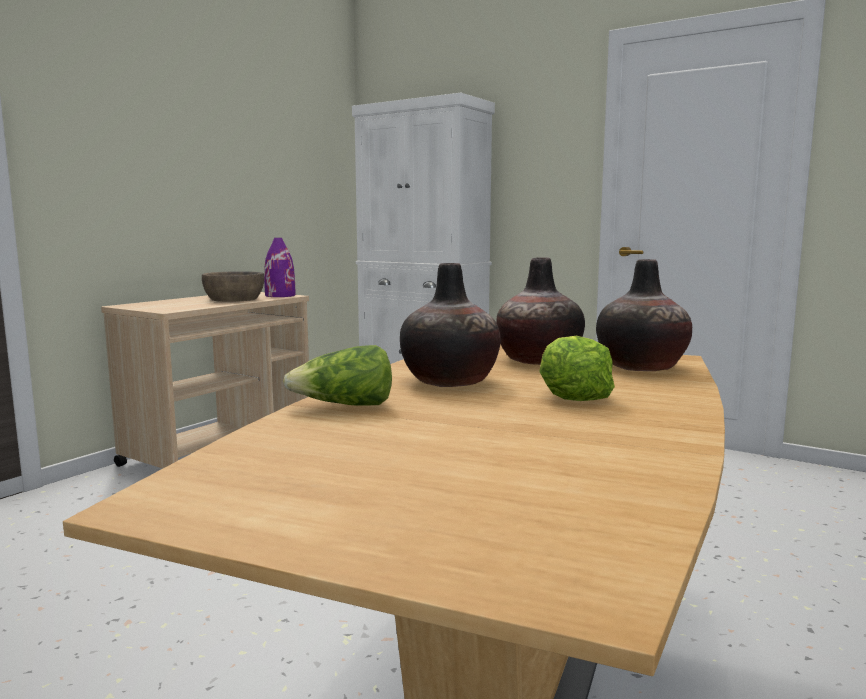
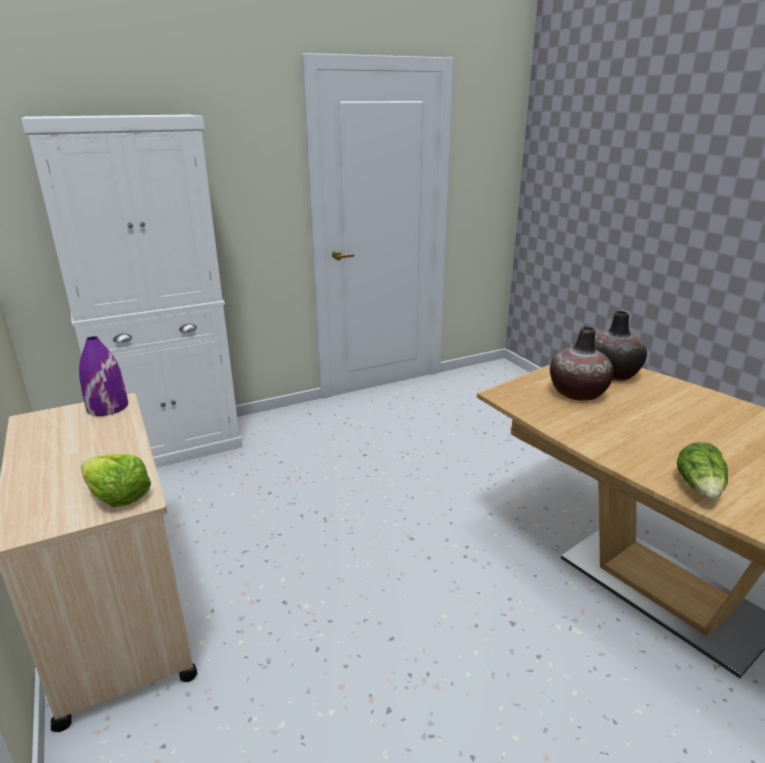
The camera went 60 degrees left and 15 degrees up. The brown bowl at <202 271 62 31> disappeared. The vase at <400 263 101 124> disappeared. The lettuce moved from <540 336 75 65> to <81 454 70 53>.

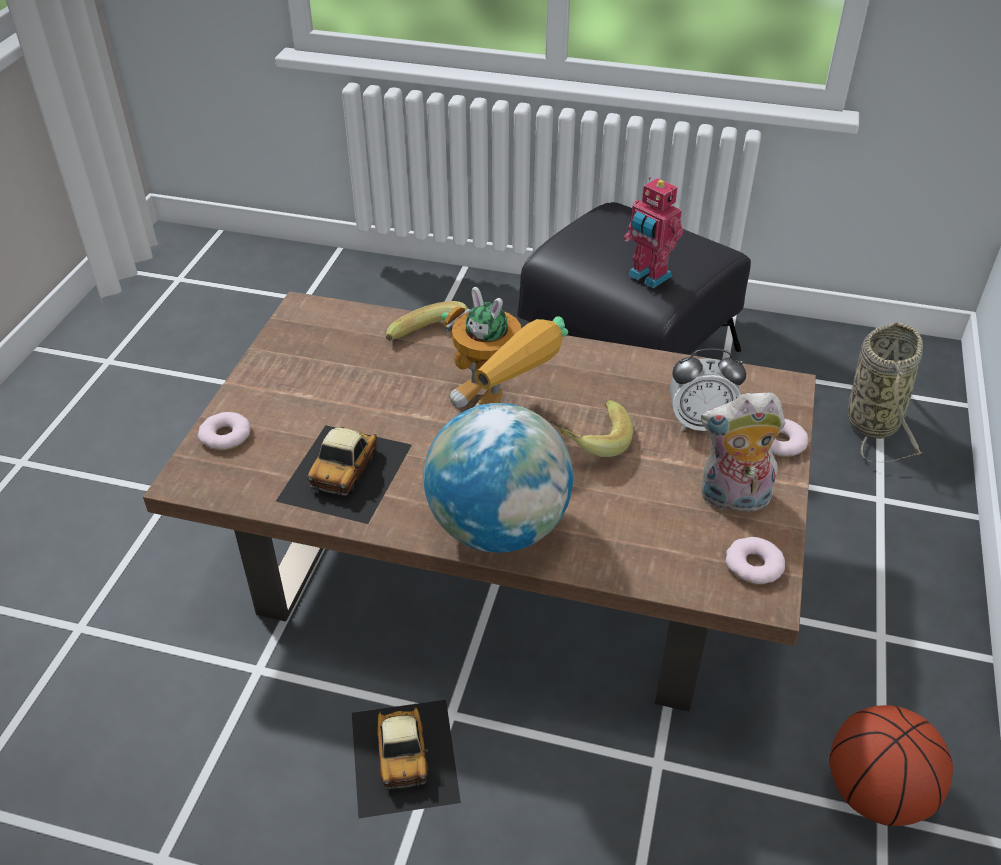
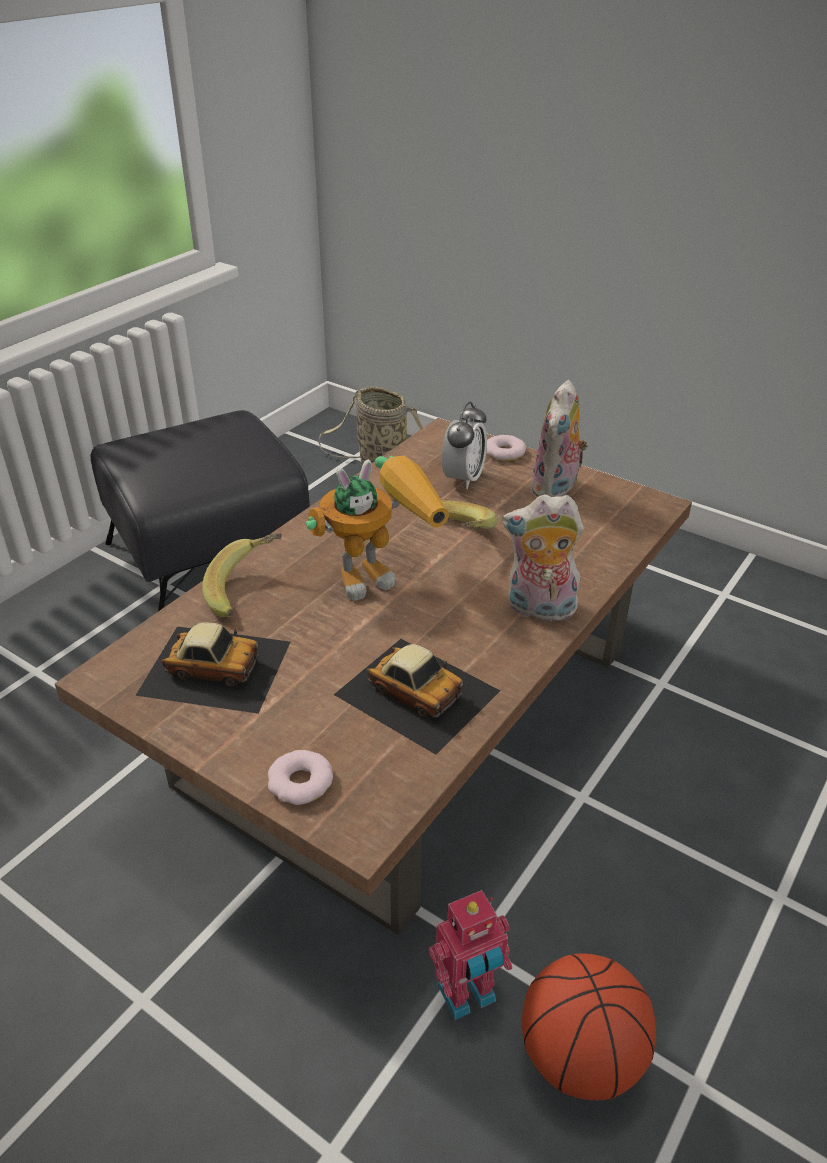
The camera went 70 degrees left and 5 degrees down. The donut at <726 537 59 47> disappeared. The toy car moved from <352 700 109 118> to <135 622 155 92>. The toy robot moved from <624 177 59 111> to <429 890 83 130>. The basketball moved from <829 705 124 121> to <522 954 134 146>. The globe at <424 403 149 150> was replaced by the plush toy at <502 494 82 127>.

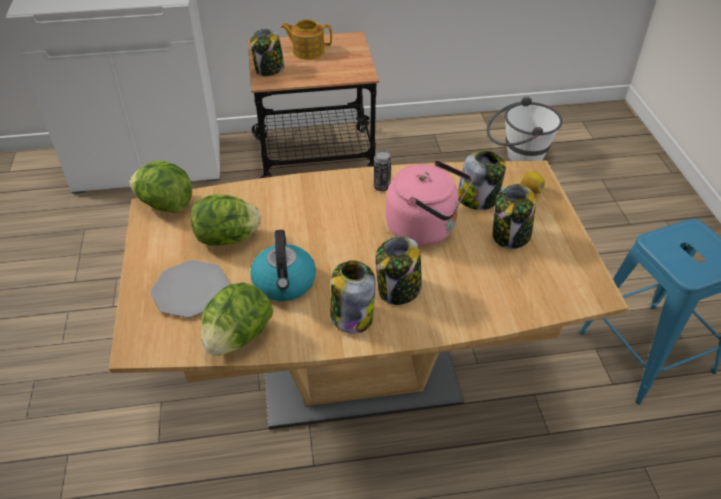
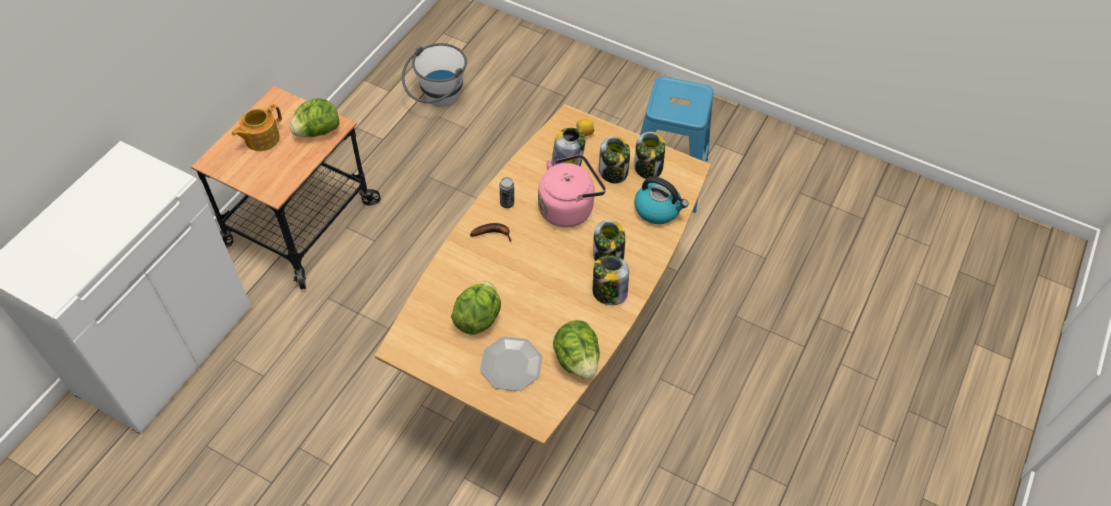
The camera went 55 degrees left and 10 degrees up. The banana at <470 223 42 19> appeared. The lettuce moved from <129 161 63 52> to <289 98 51 39>. The jar moved from <250 29 35 47> to <634 132 31 47>. The kettle moved from <250 230 66 71> to <634 176 54 48>.

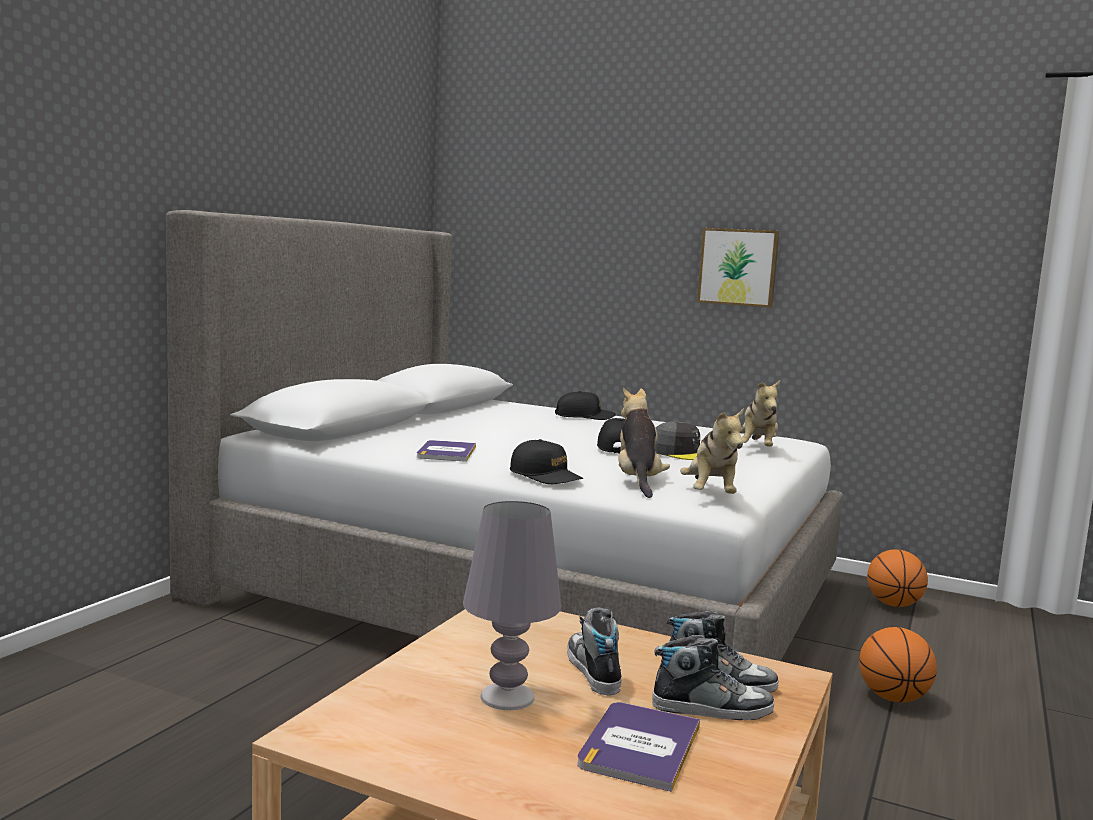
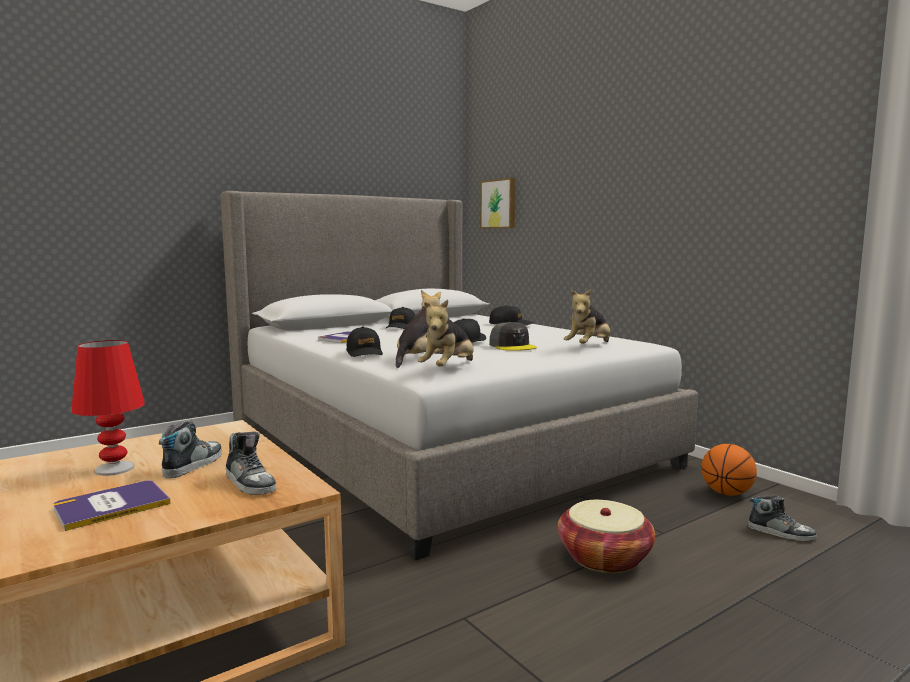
The camera went 30 degrees right and 0 degrees up. The black cap at <386 307 29 22> appeared. The shoe moved from <652 635 122 85> to <748 495 69 47>. The picture moved from <697 228 83 79> to <480 178 36 51>. The basketball at <859 627 78 76> was replaced by the basket at <558 500 97 73>. The grey table lamp at <463 501 98 209> became the red table lamp at <71 340 74 136>.

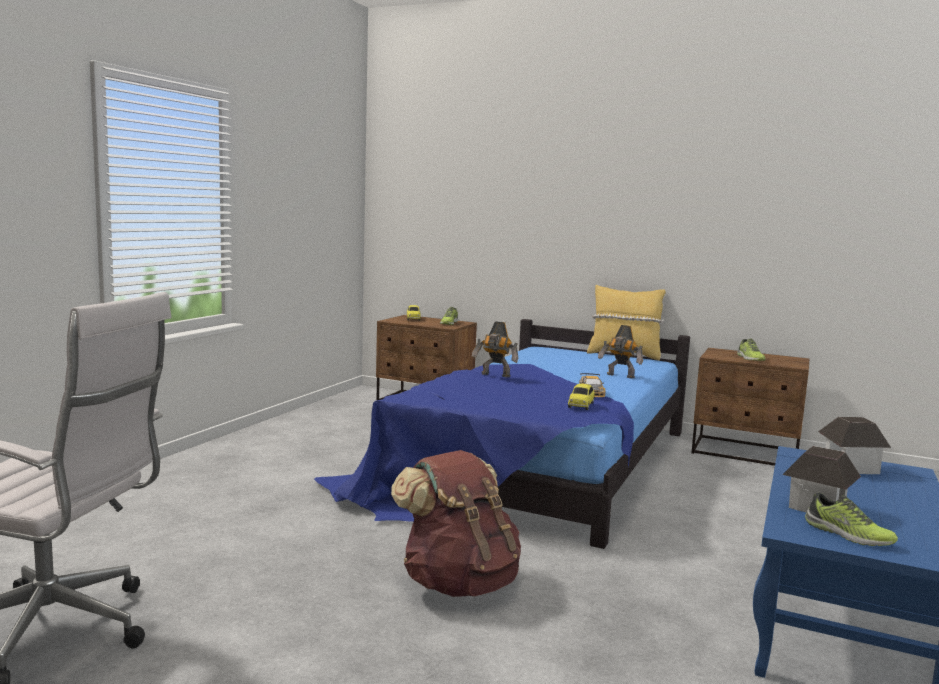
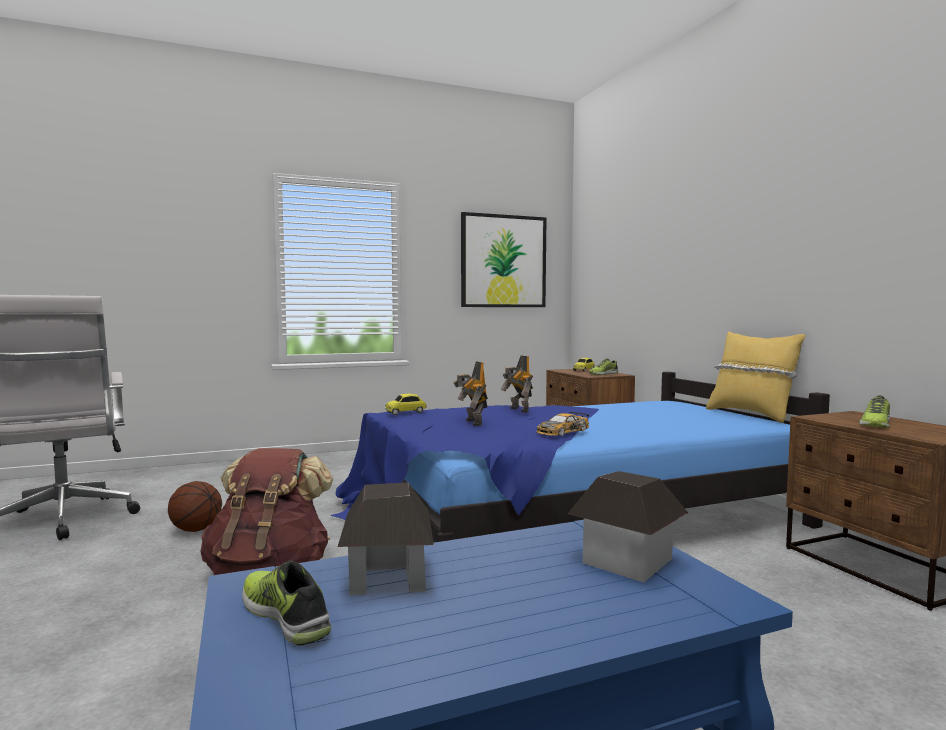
The camera went 45 degrees right and 5 degrees down. The basketball at <168 481 54 51> appeared. The picture at <461 212 85 95> appeared. The toy car moved from <568 384 27 26> to <385 394 42 21>. The toy robot moved from <598 325 45 54> to <453 361 35 65>. The shoe at <805 493 93 53> turned 135 degrees clockwise.

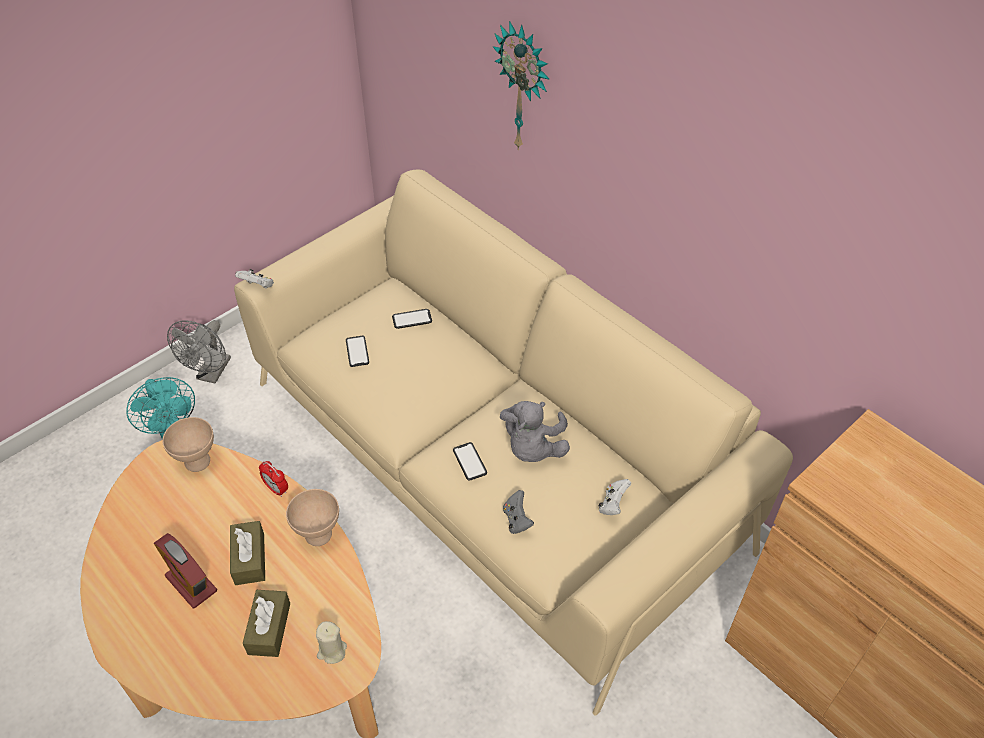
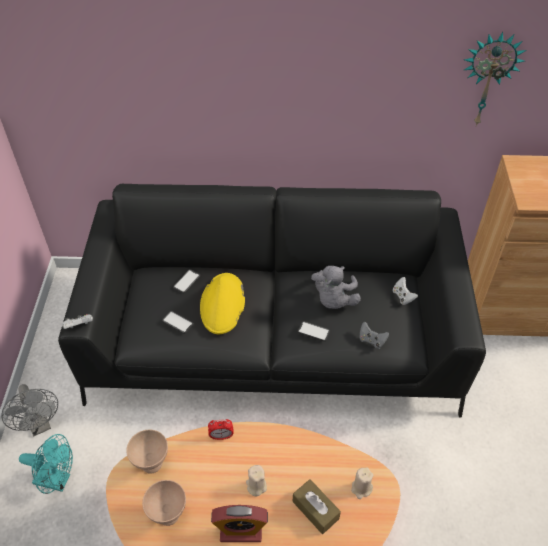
The camera went 45 degrees left and 0 degrees up. The yellow hat at <200 273 45 61> appeared. The beige bowl moved from <286 489 53 57> to <142 480 44 46>. The wall clock moved from <492 21 58 130> to <464 32 63 94>. The brown tissue box at <230 521 35 64> was replaced by the beige candle at <246 465 21 31>. The beige sofa at <234 169 559 547> became the black sofa at <58 184 428 234>. The grey plush toy at <500 401 70 61> turned 45 degrees clockwise.

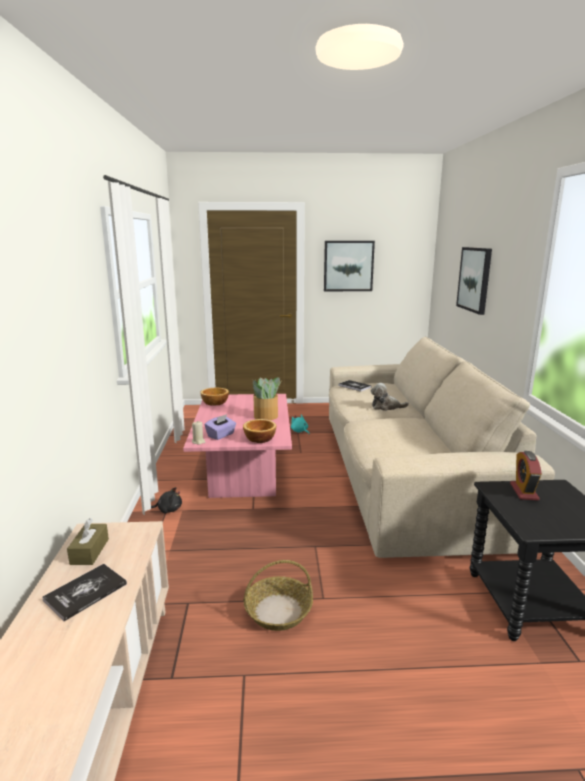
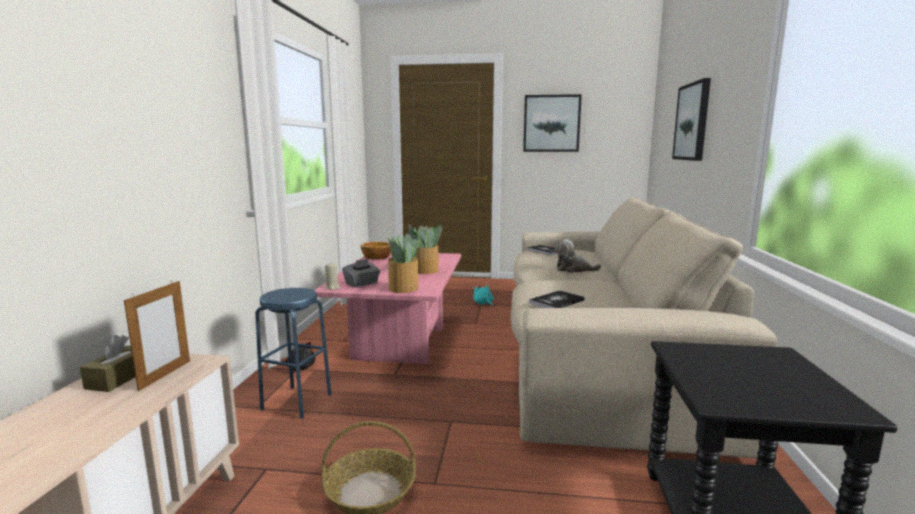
The camera went 10 degrees right and 5 degrees down. The alarm clock at <510 451 32 50> disappeared. The picture frame at <124 280 66 111> appeared. The blue stool at <255 288 77 131> appeared. The book moved from <42 564 85 57> to <529 290 56 18>. The bowl at <243 419 33 24> was replaced by the potted plant at <388 233 32 60>. The purple tissue box at <205 414 31 26> became the grey tissue box at <342 259 38 28>.

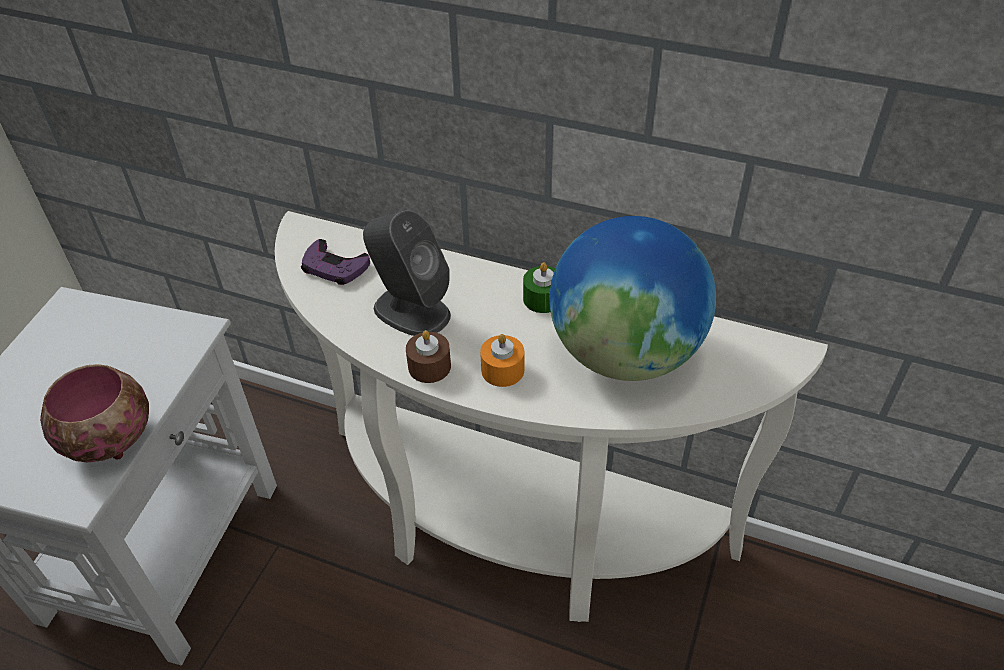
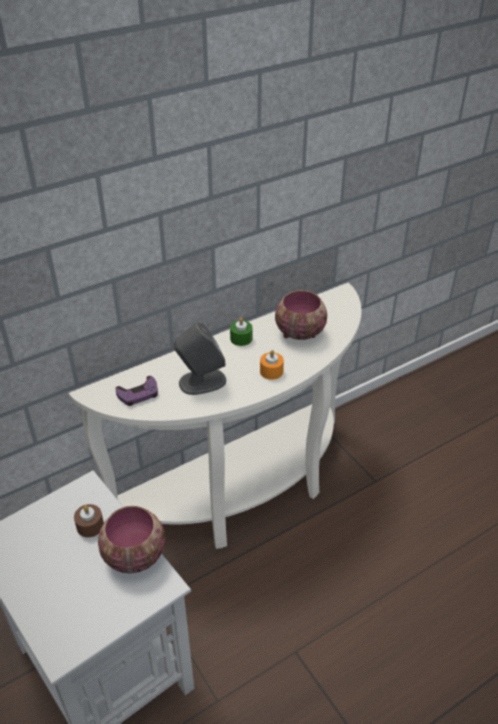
The camera went 55 degrees left and 5 degrees down. The brown candle moved from <406 330 45 53> to <74 504 30 33>. The globe at <550 216 166 165> was replaced by the bowl at <275 290 52 50>.

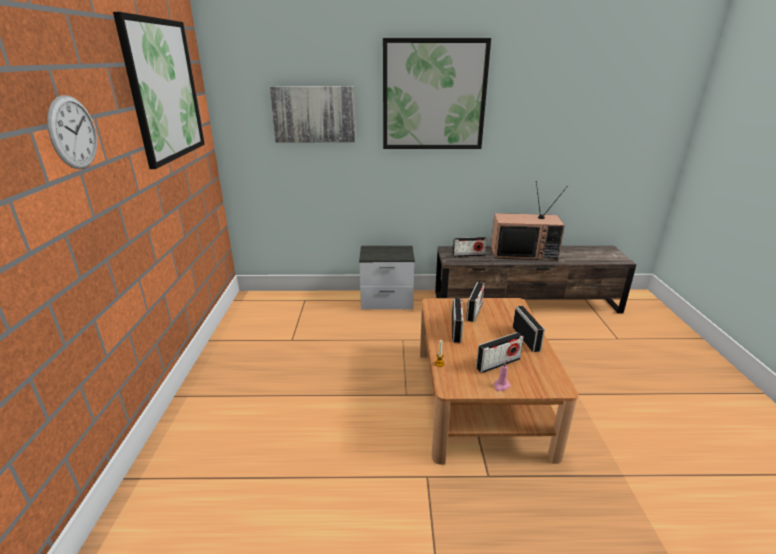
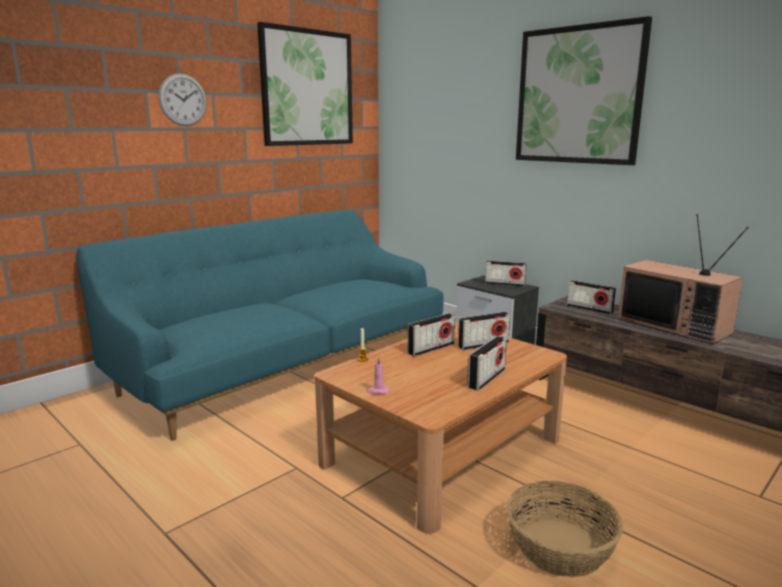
The camera went 45 degrees right and 10 degrees down. The picture at <270 86 86 56> disappeared. The turquoise sofa at <76 210 367 231> appeared. The basket at <506 481 117 96> appeared. The radio moved from <476 332 48 41> to <485 261 42 26>.

